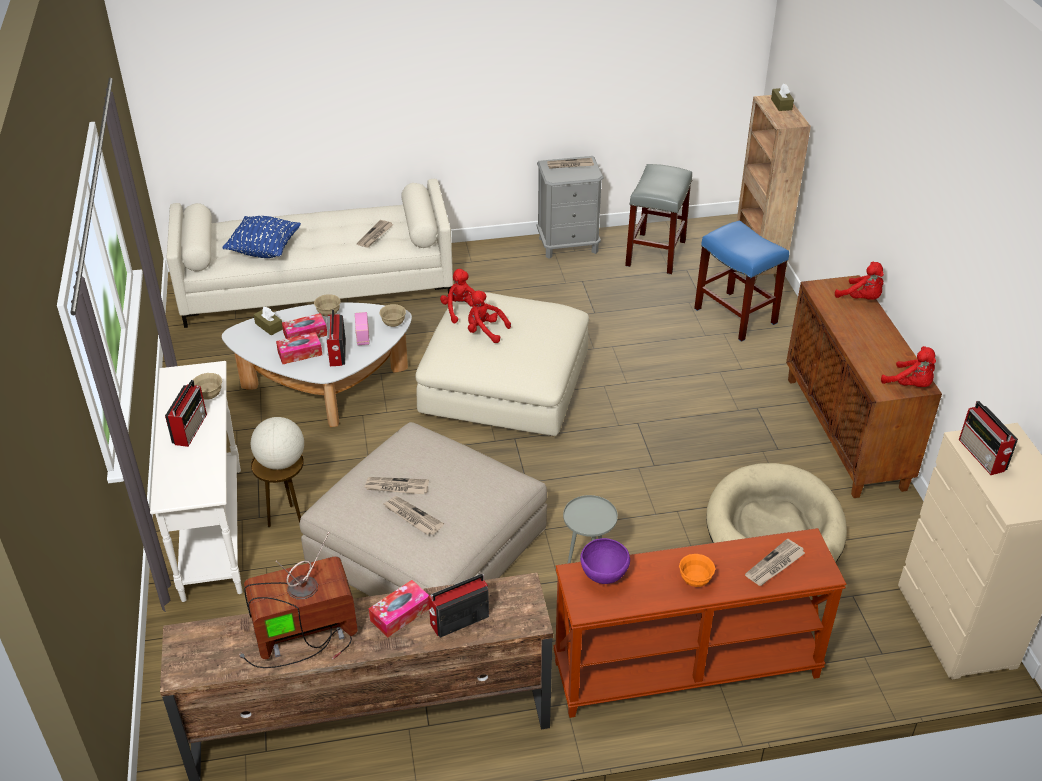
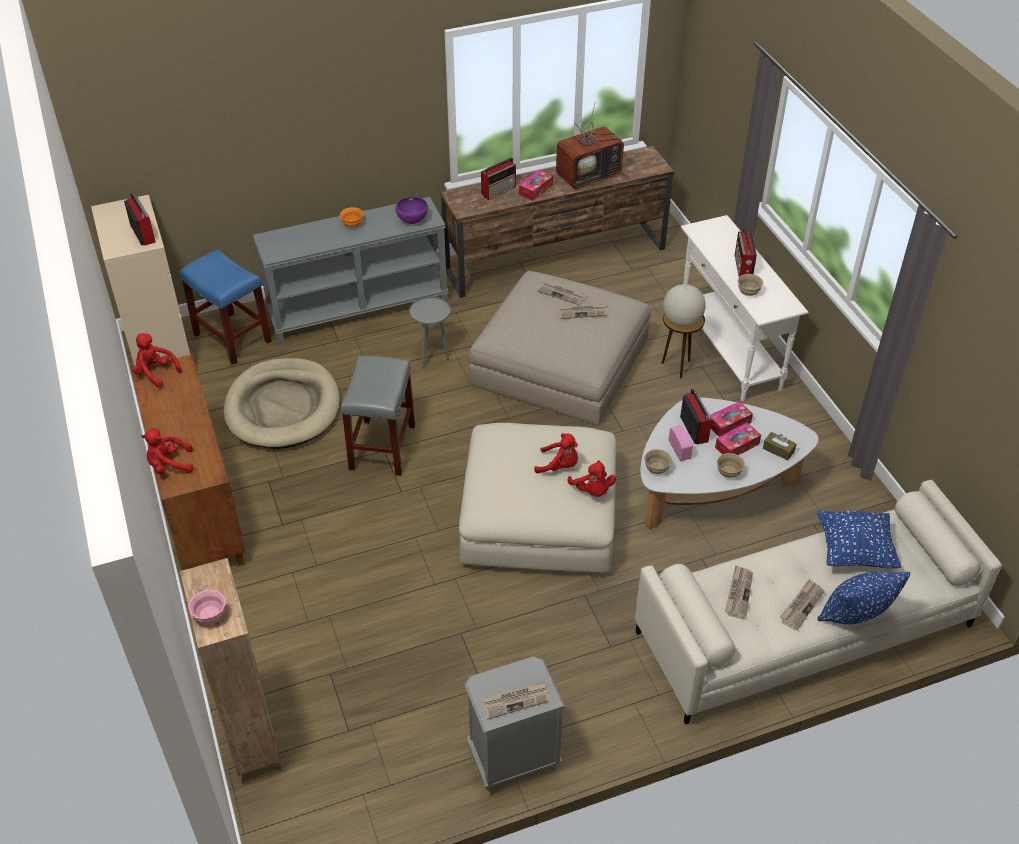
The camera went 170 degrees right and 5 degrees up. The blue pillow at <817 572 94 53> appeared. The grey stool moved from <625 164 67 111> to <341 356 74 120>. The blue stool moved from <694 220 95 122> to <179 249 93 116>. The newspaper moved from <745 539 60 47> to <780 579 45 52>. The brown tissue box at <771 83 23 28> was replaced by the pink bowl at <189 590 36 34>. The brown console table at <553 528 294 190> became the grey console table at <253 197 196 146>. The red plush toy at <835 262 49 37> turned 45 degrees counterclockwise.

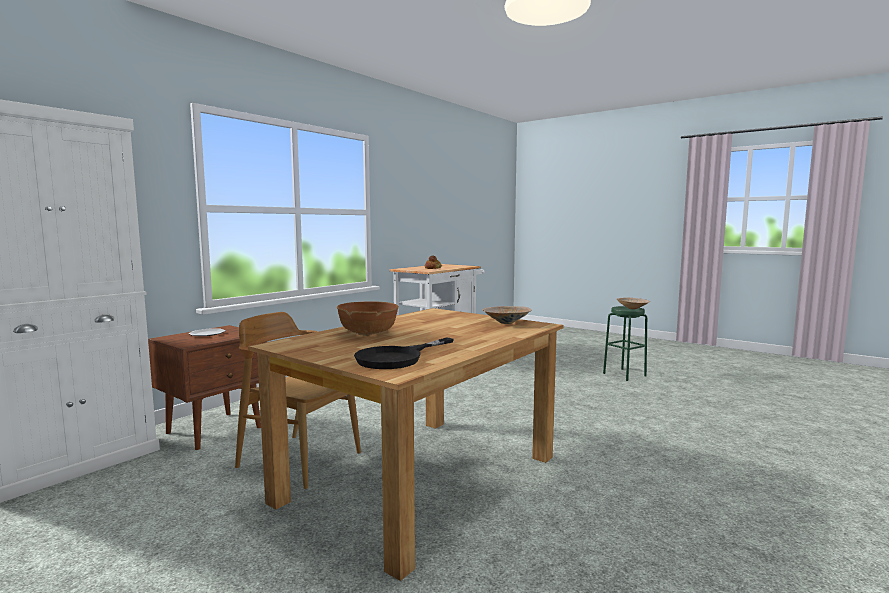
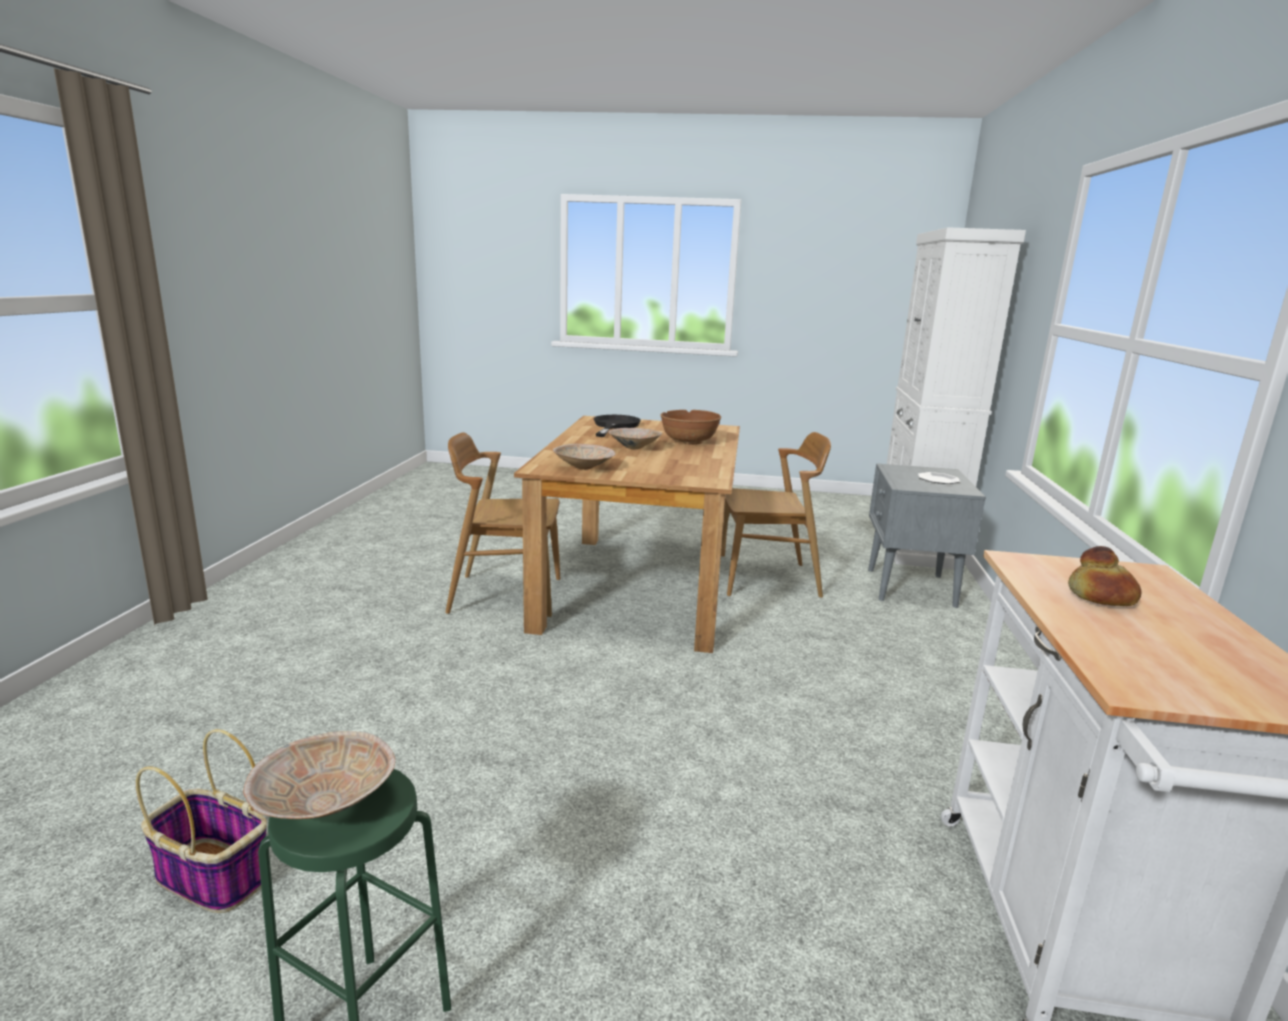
The camera went 150 degrees right and 10 degrees up. The basket at <136 729 131 184> appeared. The brown chair at <445 432 115 185> appeared. The beige bowl at <608 428 54 21> appeared. The brown nightstand at <148 325 118 125> became the grey nightstand at <868 463 118 145>.

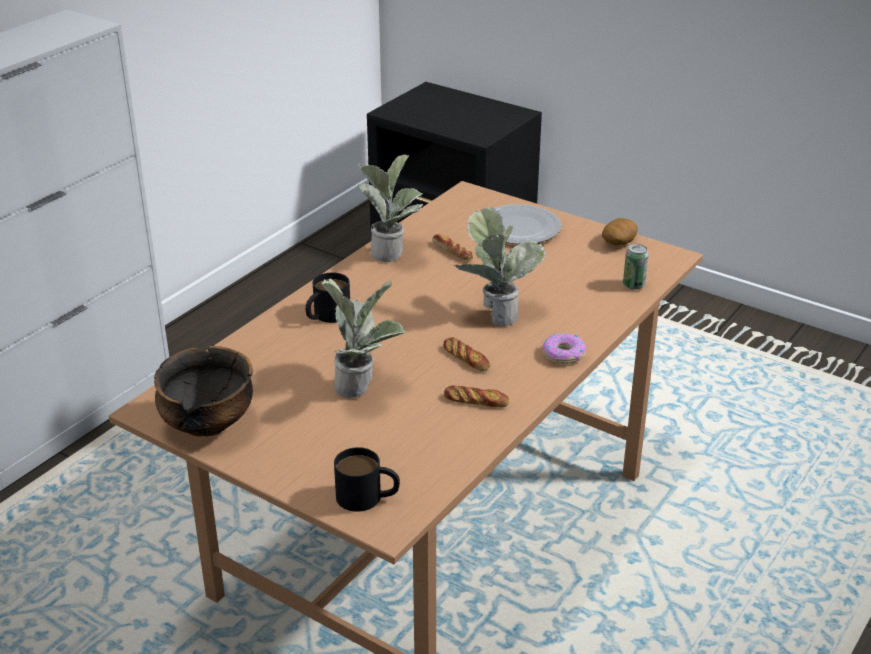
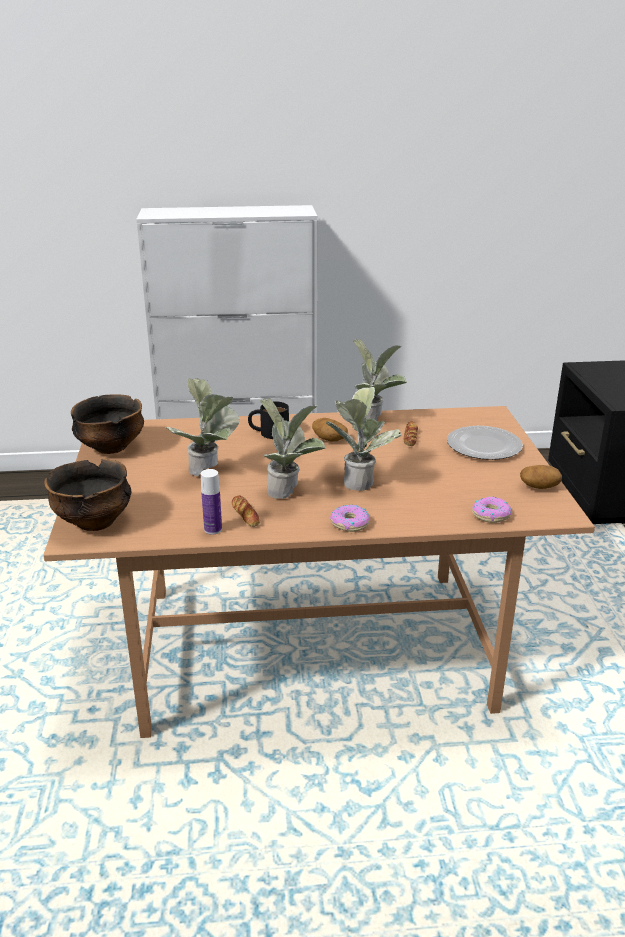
The camera went 50 degrees right and 5 degrees down. The bottle at <201 469 21 65> appeared. The potato at <312 418 36 24> appeared. The black mug at <334 447 66 65> was replaced by the bowl at <44 459 88 72>. The bread at <443 337 47 35> was replaced by the potted plant at <260 398 66 101>. The can at <623 244 26 46> was replaced by the donut at <472 497 40 26>.

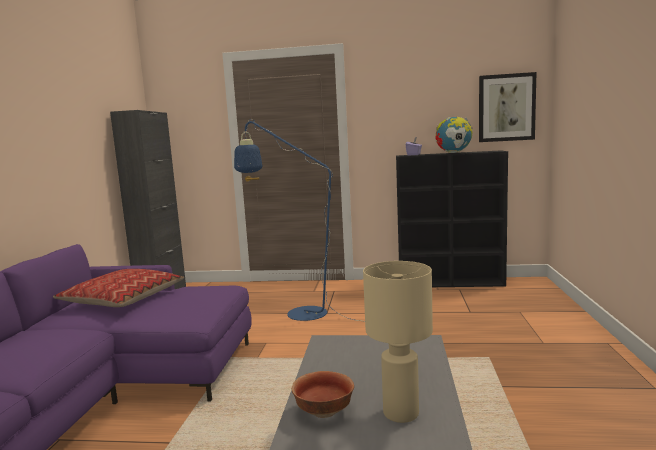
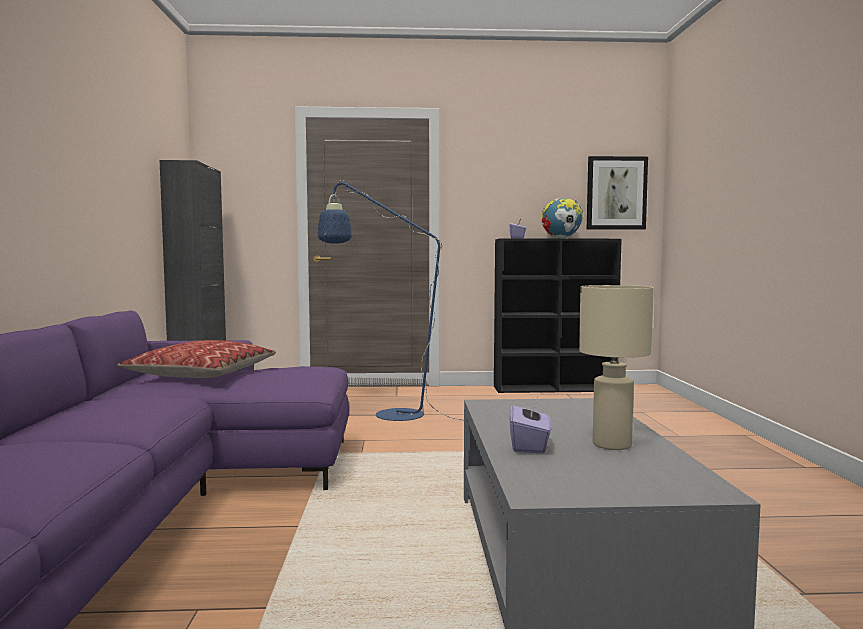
The camera went 10 degrees left and 5 degrees down. The bowl at <292 371 62 47> was replaced by the purple tissue box at <510 399 41 54>.

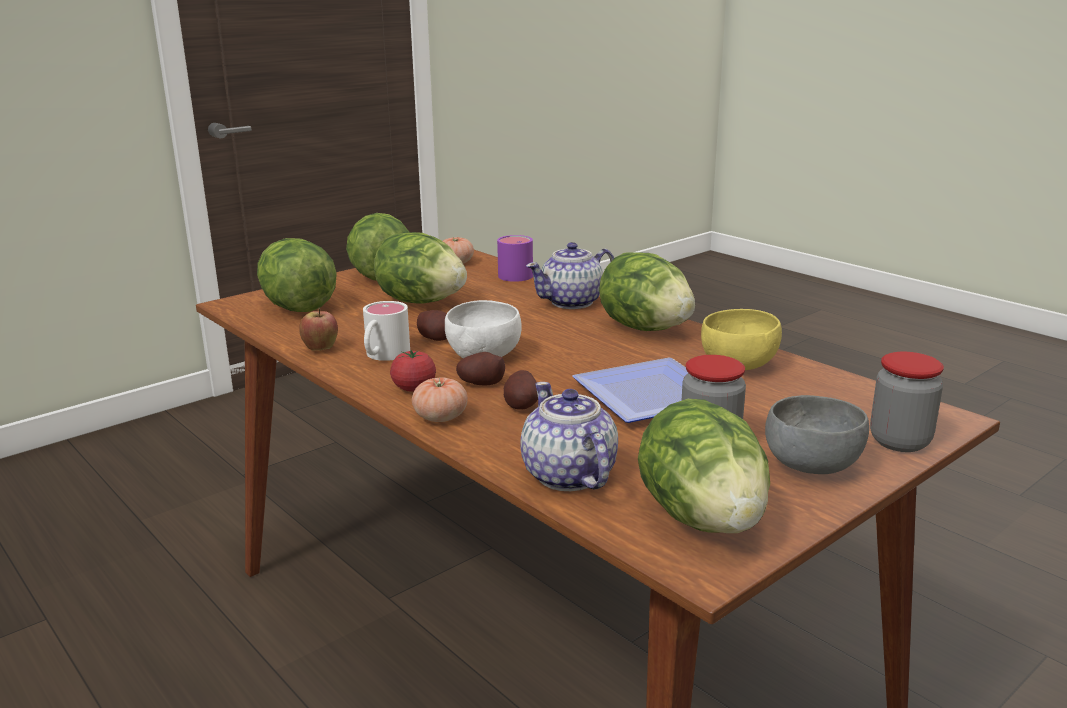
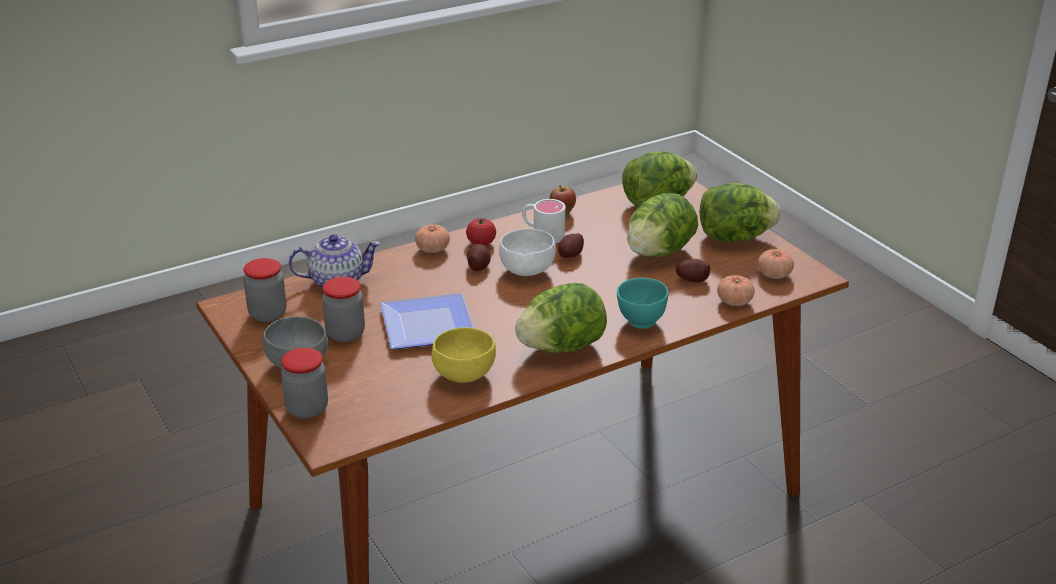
The camera went 100 degrees right and 10 degrees up. The potato moved from <504 370 34 40> to <676 259 34 23>. The purple mug at <497 235 36 47> was replaced by the tomato at <717 275 38 31>. The teapot at <526 242 88 67> was replaced by the turquoise bowl at <617 278 51 51>. The lettuce at <638 399 132 134> was replaced by the jar at <243 258 43 64>.

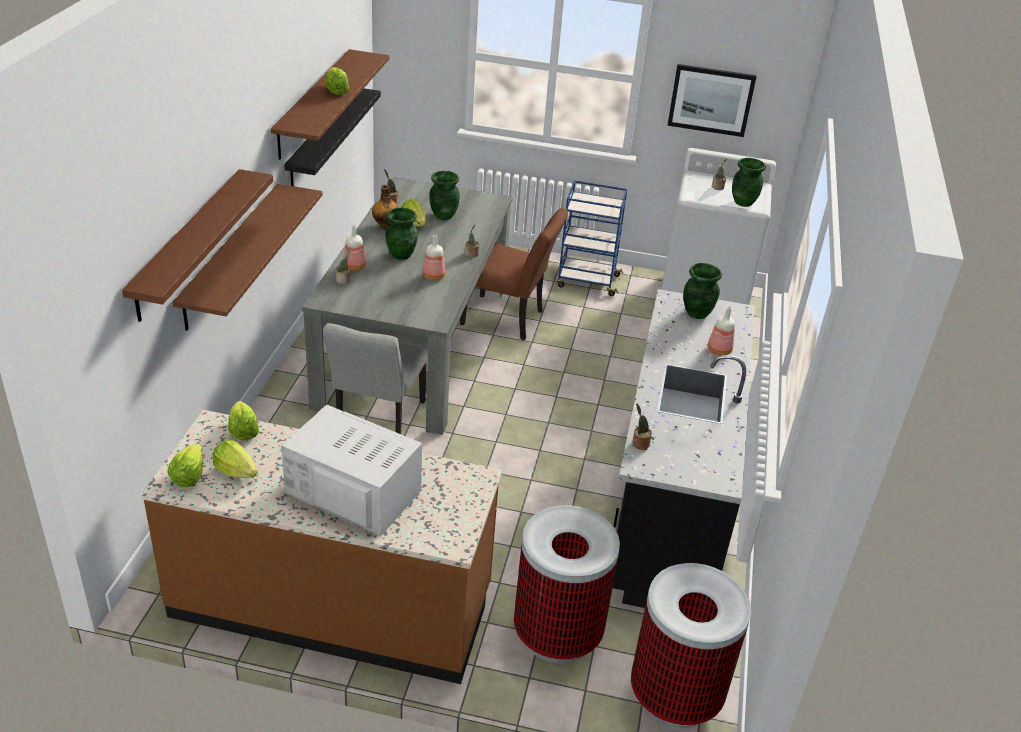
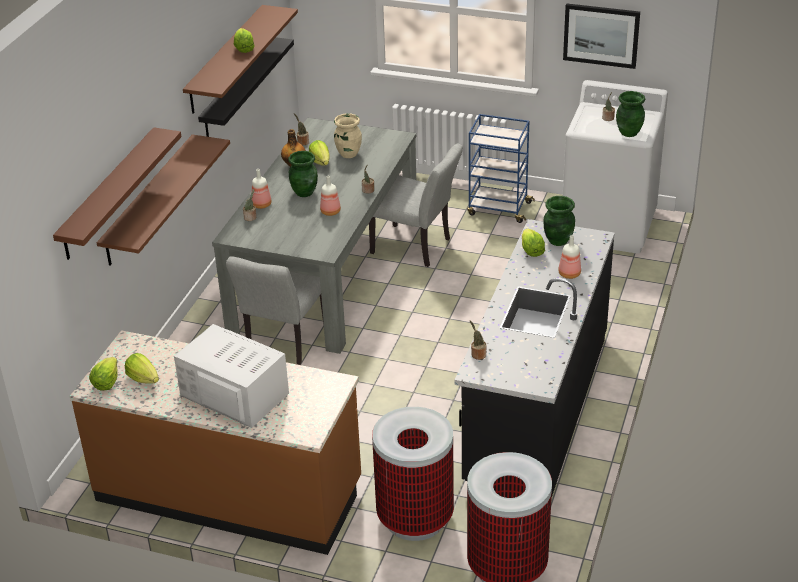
The camera went 10 degrees right and 0 degrees up. The lettuce moved from <228 401 31 39> to <522 228 23 29>. The green vase at <429 171 31 49> became the beige vase at <334 113 28 45>. The brown chair at <460 208 108 132> became the grey chair at <369 143 94 124>.

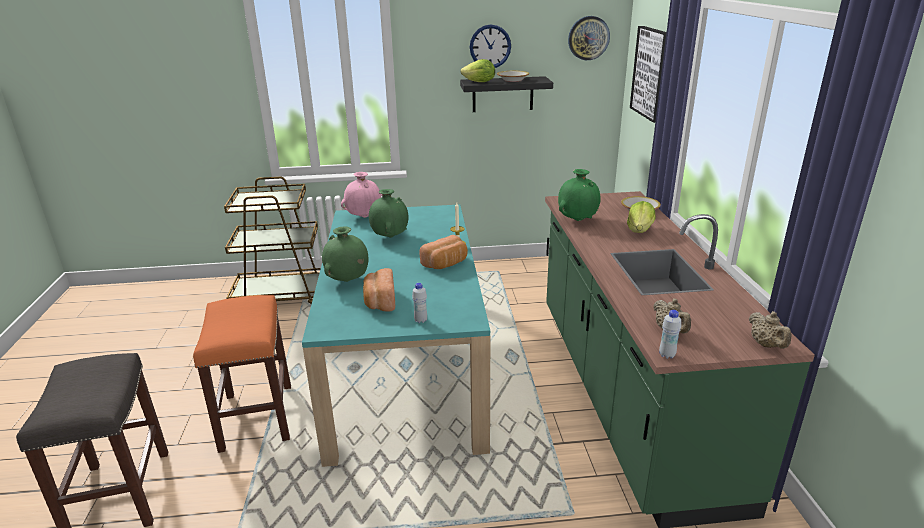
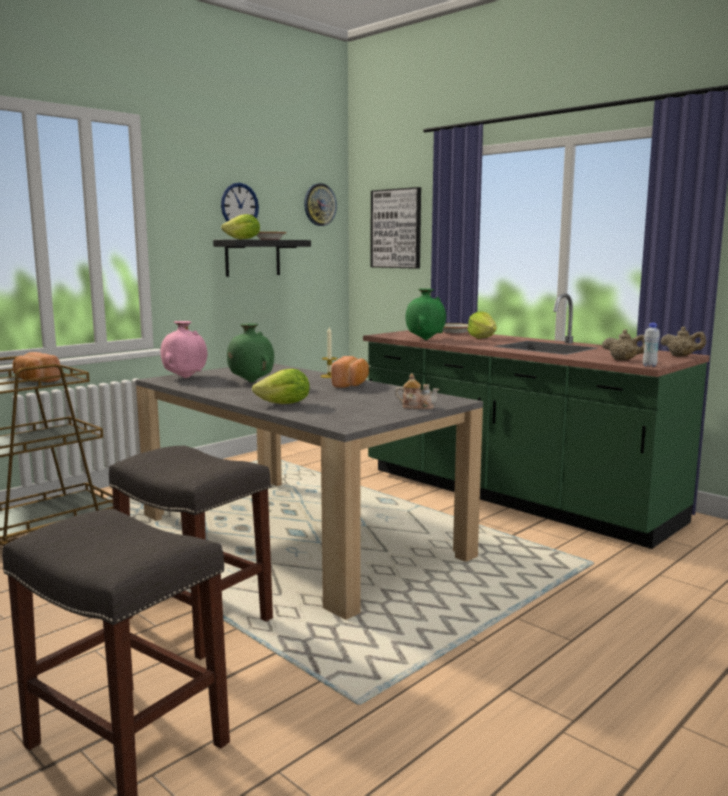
The camera went 40 degrees left and 15 degrees down. The bread moved from <363 268 32 44> to <13 352 48 30>. The green vase at <322 227 47 55> was replaced by the lettuce at <252 369 58 35>. The white bottle at <412 283 15 40> was replaced by the teapot at <395 373 44 37>. The orange stool at <193 295 98 158> became the grey stool at <109 446 164 214>. The turquoise dining table at <302 205 188 262> became the grey dining table at <136 364 347 256>.

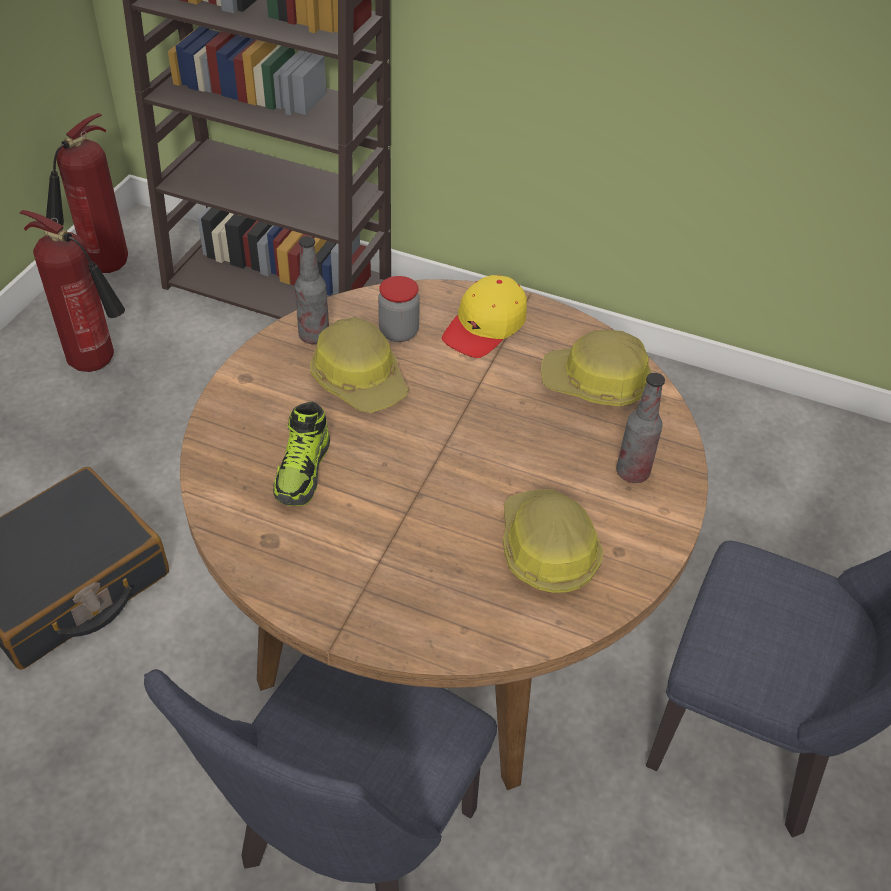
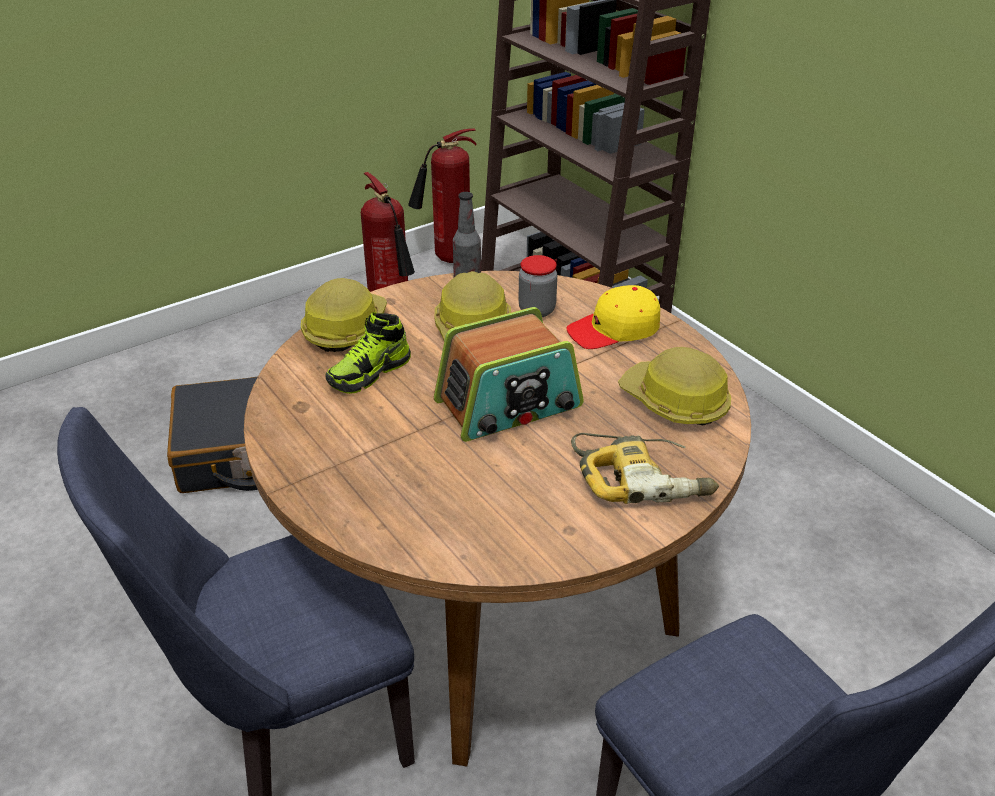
The camera went 35 degrees right and 10 degrees down. The radio at <434 307 150 135> appeared. The hard hat moved from <503 489 101 104> to <301 278 86 74>. The bottle at <616 373 49 110> was replaced by the power drill at <571 433 148 71>.

